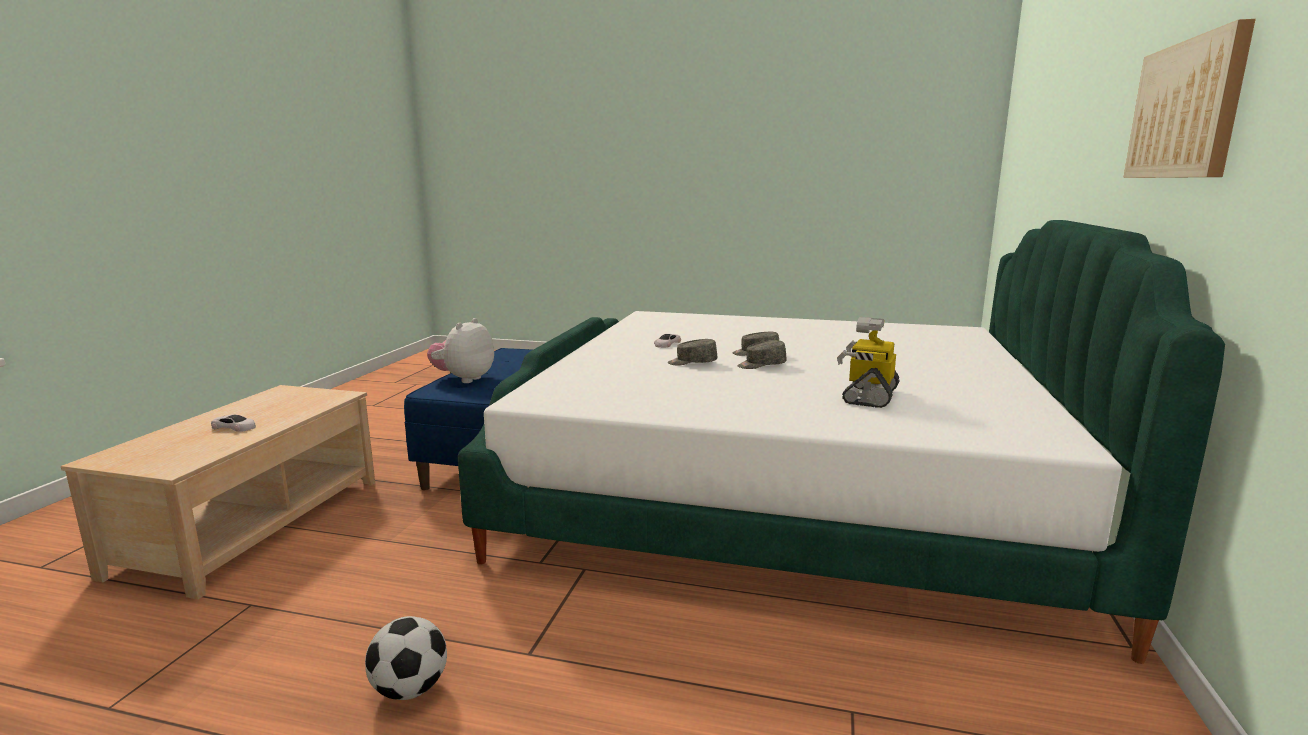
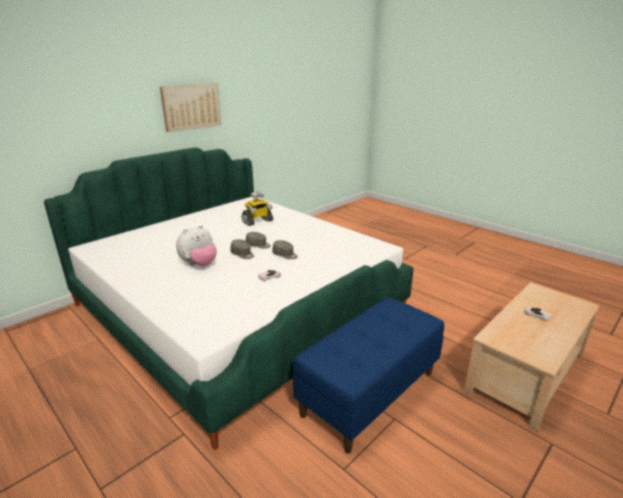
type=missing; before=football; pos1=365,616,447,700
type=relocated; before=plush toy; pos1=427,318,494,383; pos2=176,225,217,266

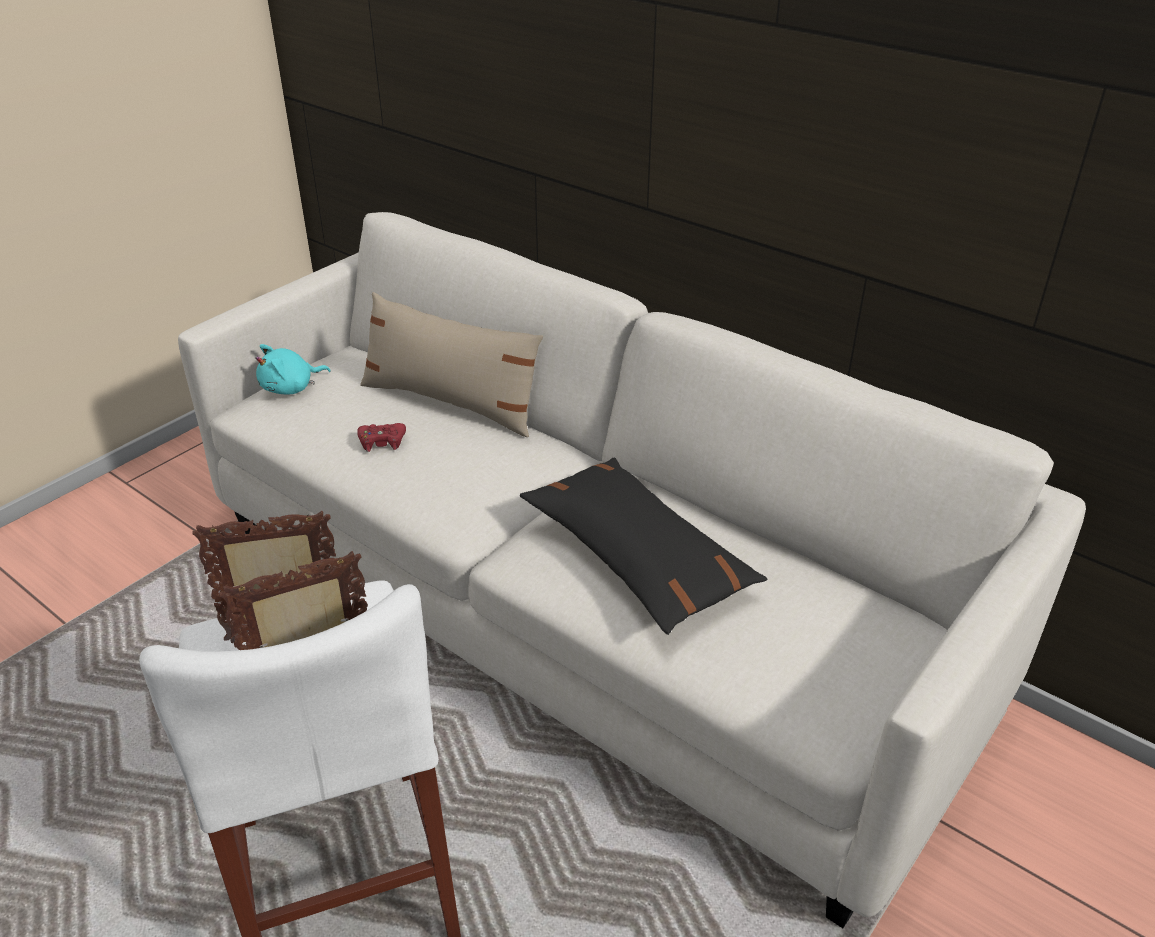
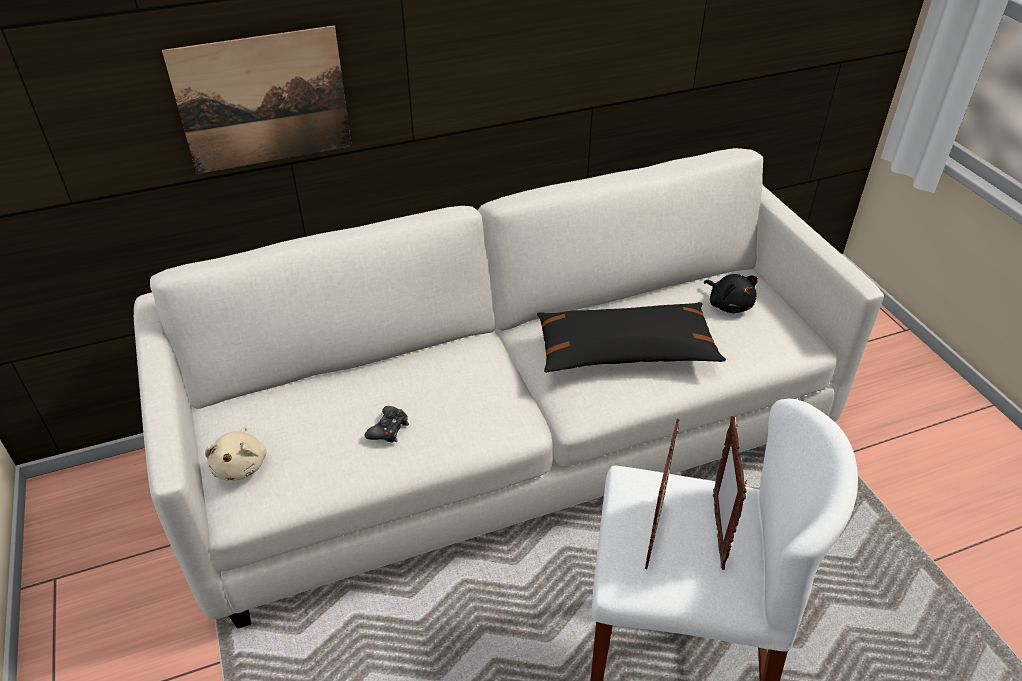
type=missing; before=pillow (beige); pos1=360,292,543,437
type=appeared; after=picture; pos2=162,25,352,174
type=appeared; after=plush toy (black); pos2=704,274,758,313
type=colour; before=plush toy (turquoise); after=plush toy (beige); pos1=255,344,331,394; pos2=205,427,267,481
type=colour; before=game controller (red); after=game controller (black); pos1=357,423,406,452; pos2=365,406,409,443

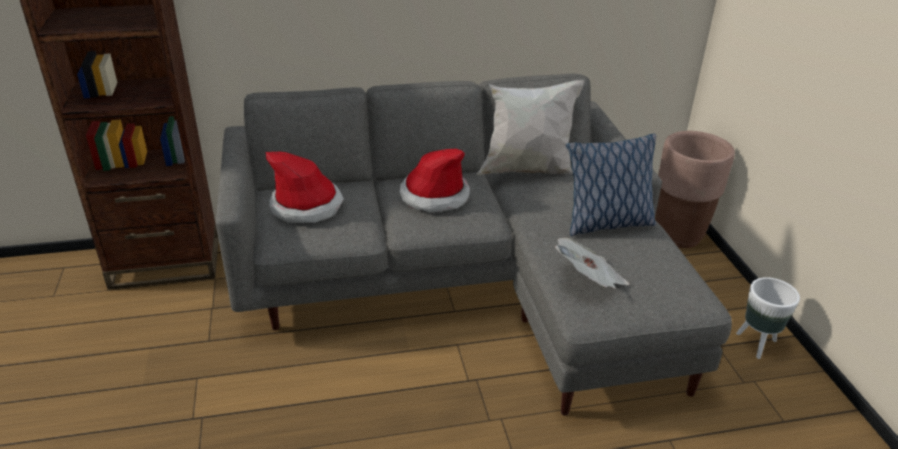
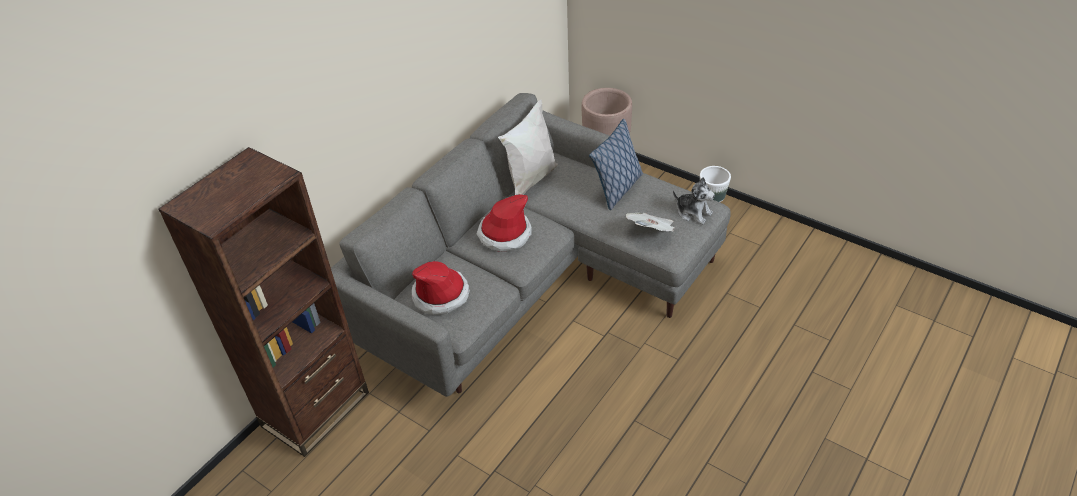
type=appeared; after=plush toy; pos2=673,177,715,224

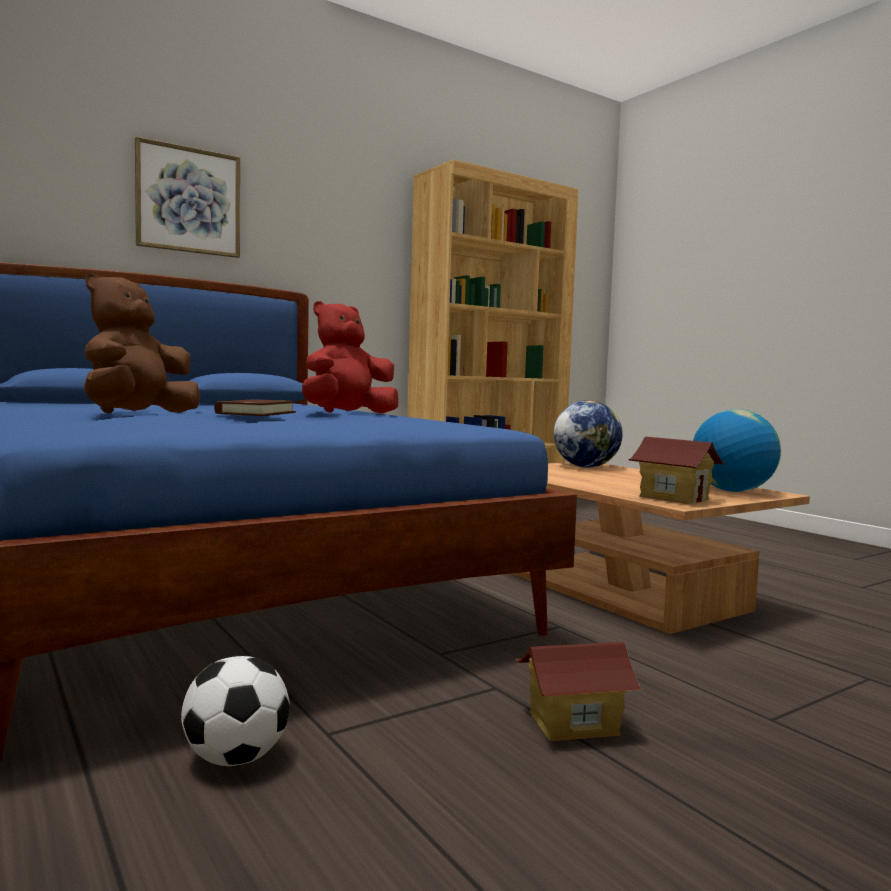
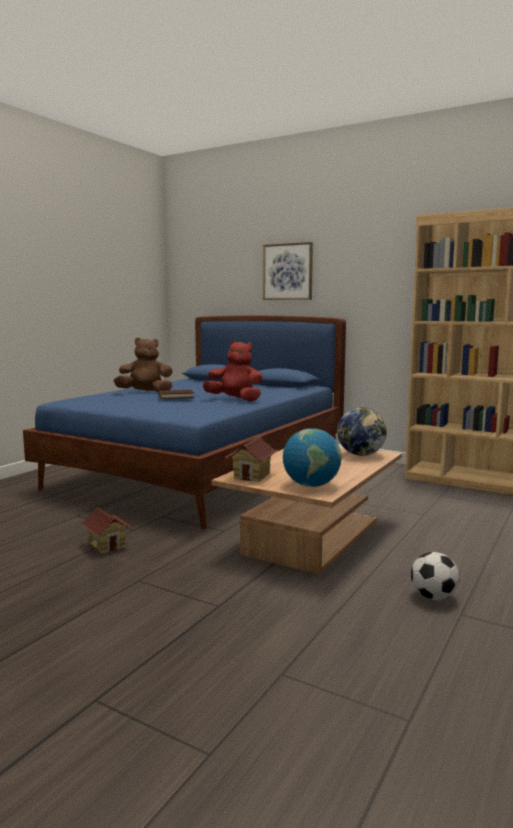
type=relocated; before=football; pos1=181,656,290,766; pos2=411,552,460,601

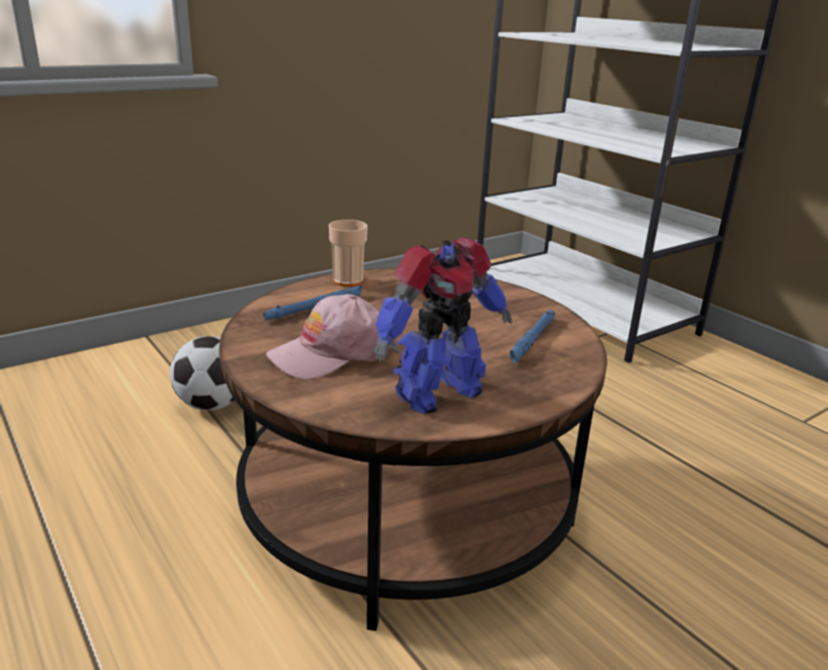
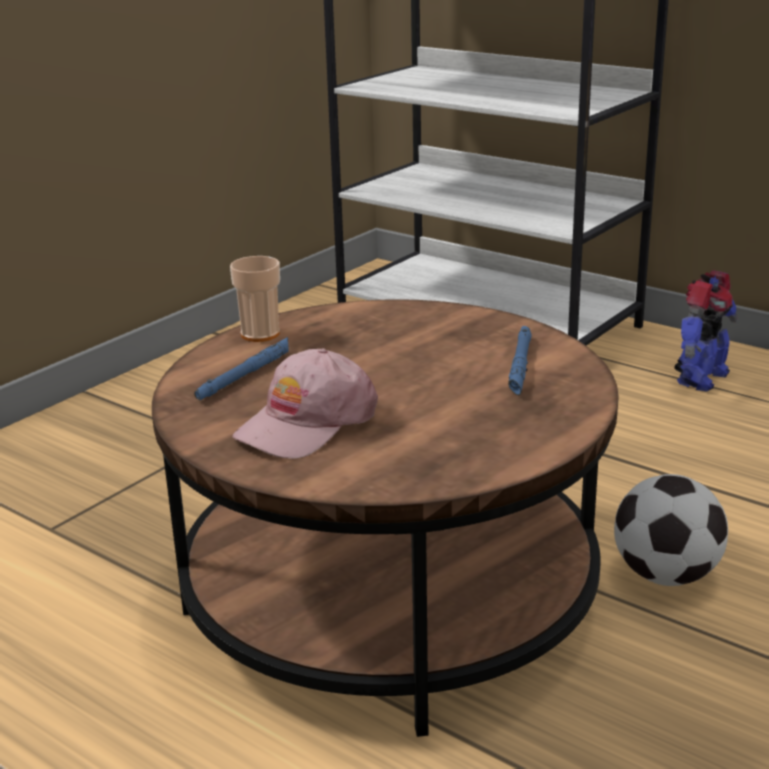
type=relocated; before=football; pos1=170,336,234,410; pos2=614,474,728,586
type=relocated; before=toy robot; pos1=374,238,512,414; pos2=675,271,738,391

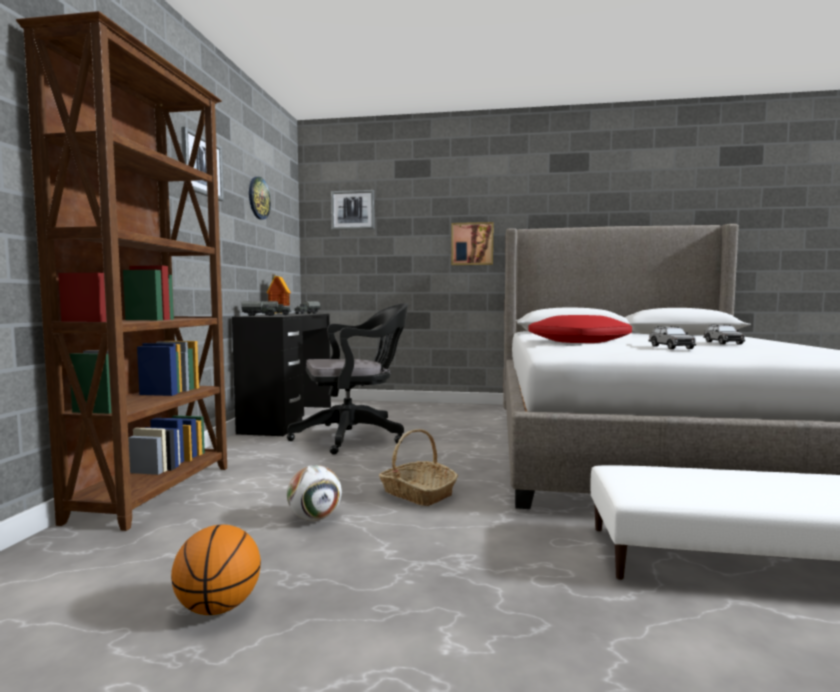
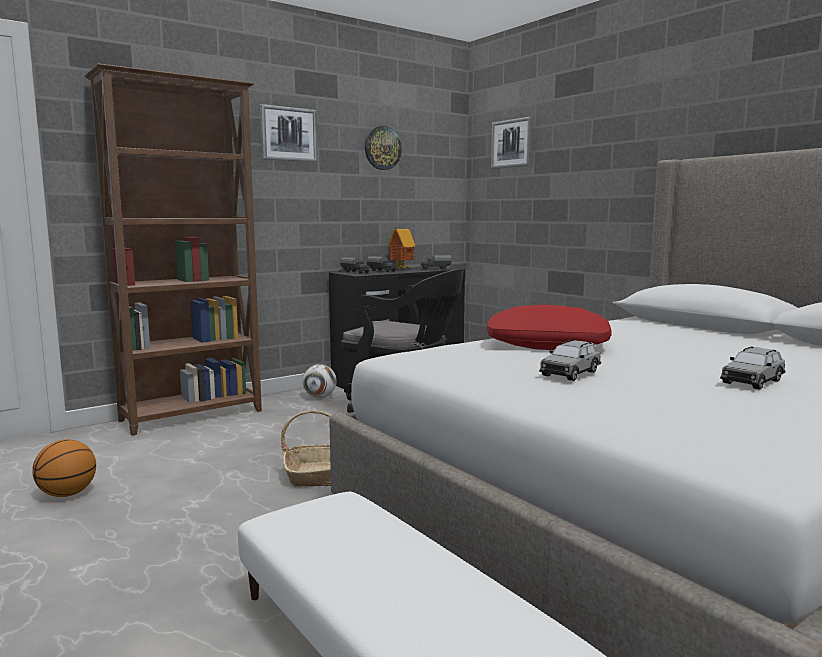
type=missing; before=picture; pos1=451,222,493,265
type=relocated; before=football; pos1=287,465,342,521; pos2=303,364,337,398

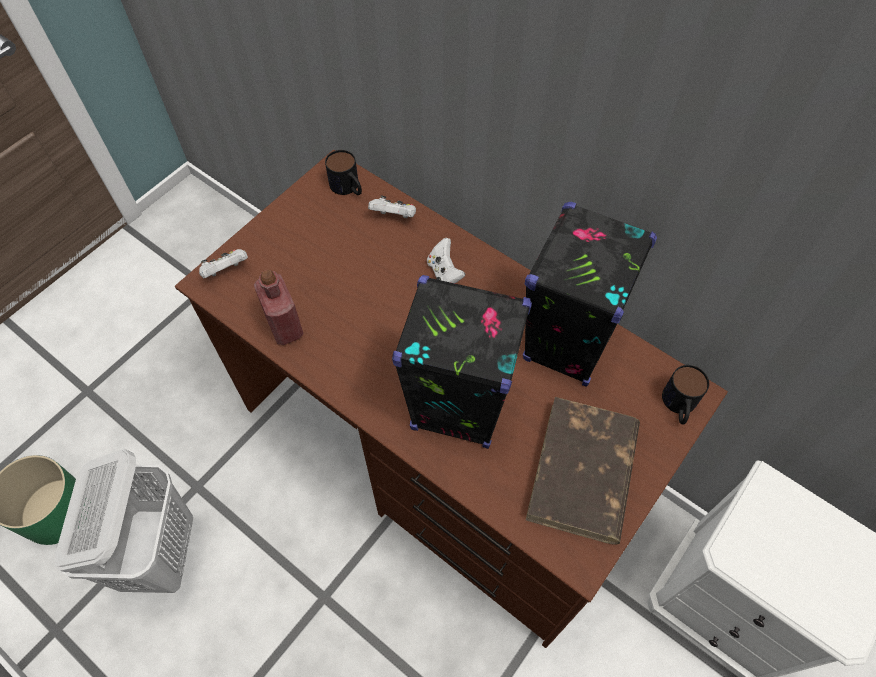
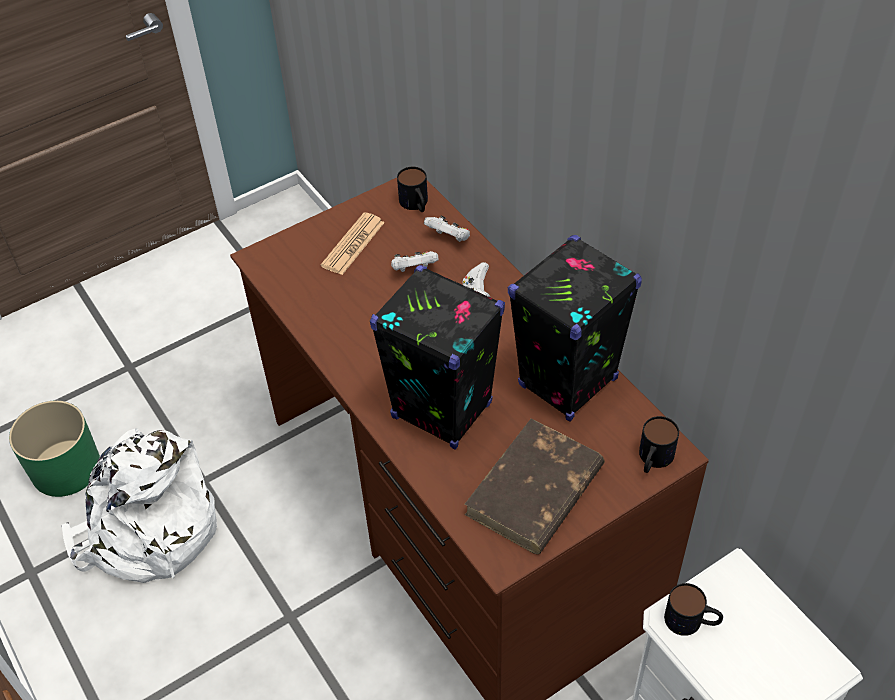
type=missing; before=bottle (red); pos1=254,269,304,345
type=appeared; after=newspaper; pos2=321,212,385,275
type=appeared; after=mug; pos2=664,583,723,636
type=relocated; before=game controller (white); pos1=199,249,248,278; pos2=391,251,438,272
type=exchanged; before=laundry basket (white); after=backpack (white); pos1=55,449,193,593; pos2=61,428,217,583

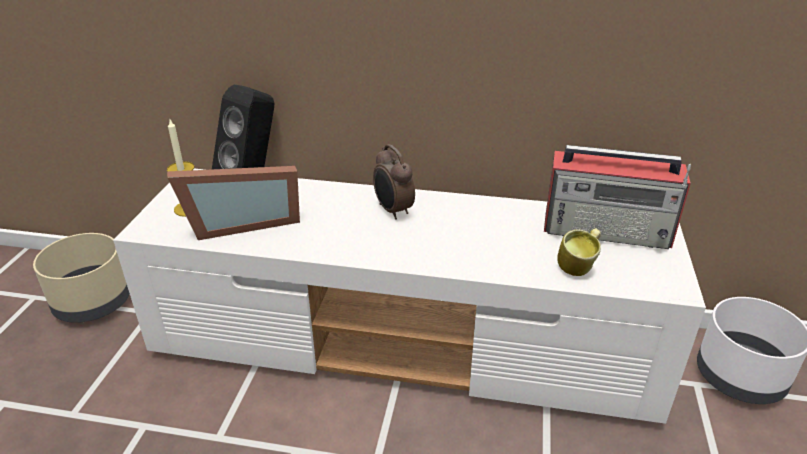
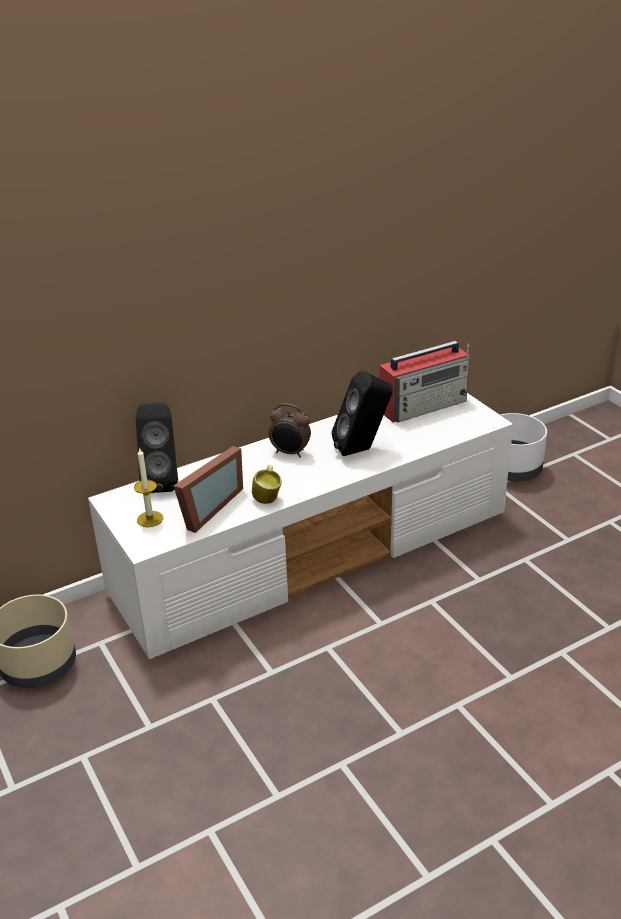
type=appeared; after=speaker (black); pos2=332,371,393,456
type=relocated; before=mug; pos1=557,228,601,276; pos2=252,465,282,504

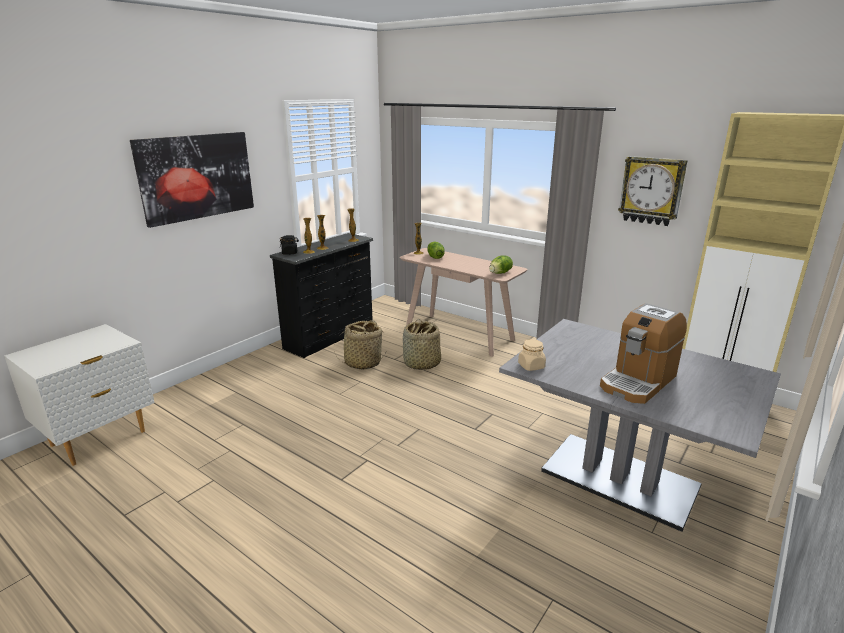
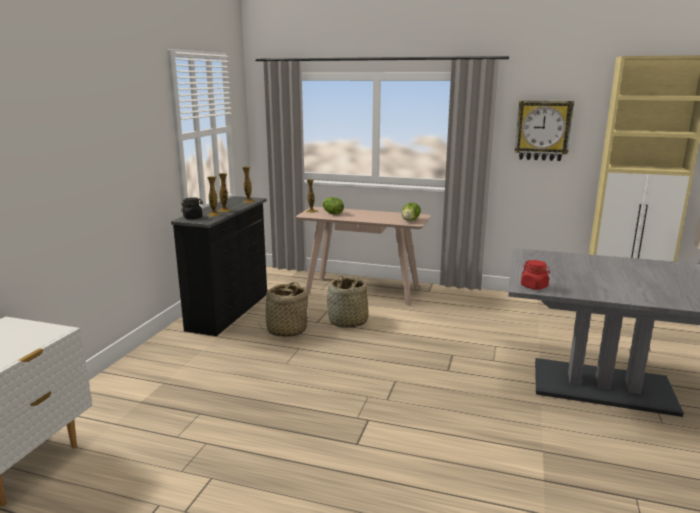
type=missing; before=picture; pos1=130,132,254,228
type=missing; before=coffee machine; pos1=600,303,687,404
type=colour; before=jar (beige); after=jar (red); pos1=518,339,546,371; pos2=521,260,550,290

